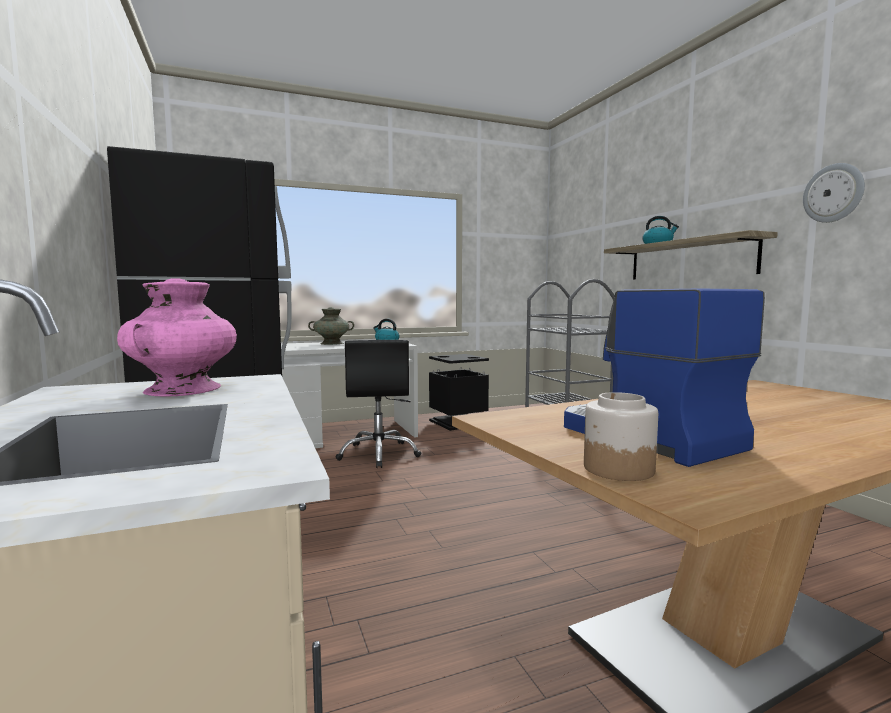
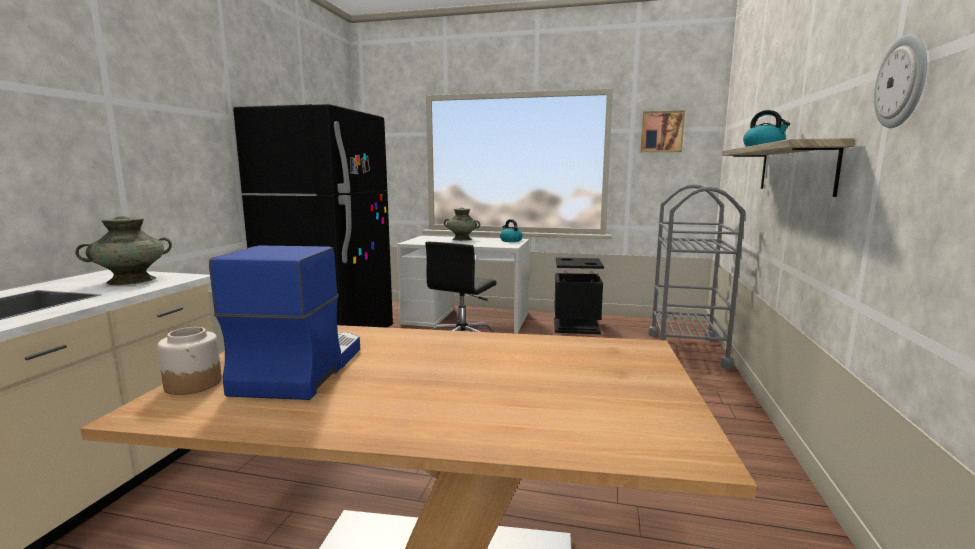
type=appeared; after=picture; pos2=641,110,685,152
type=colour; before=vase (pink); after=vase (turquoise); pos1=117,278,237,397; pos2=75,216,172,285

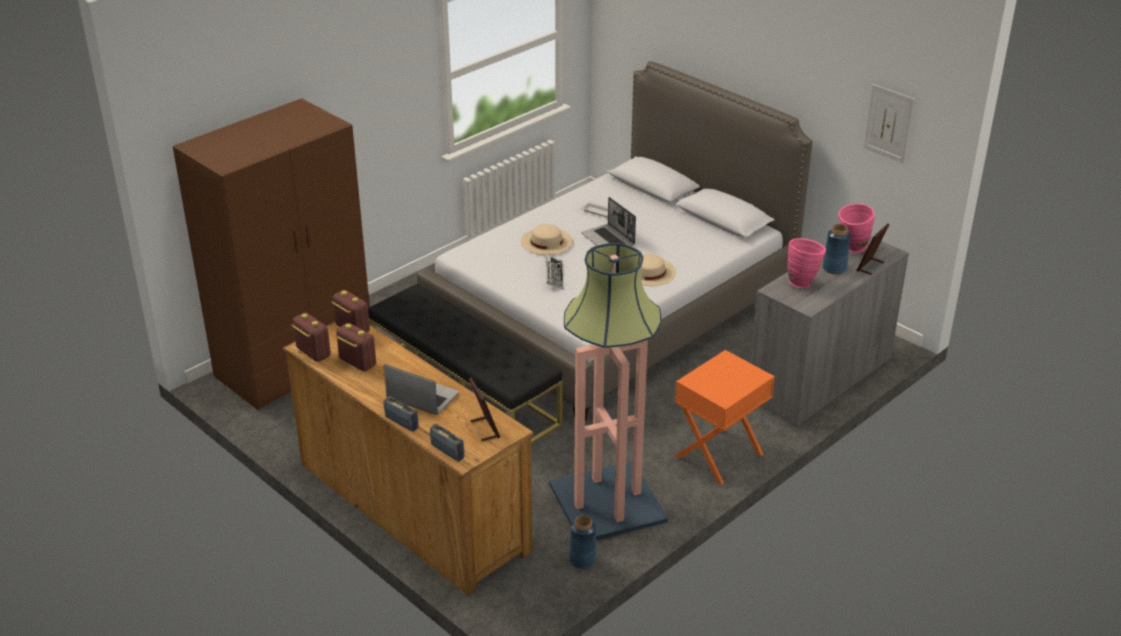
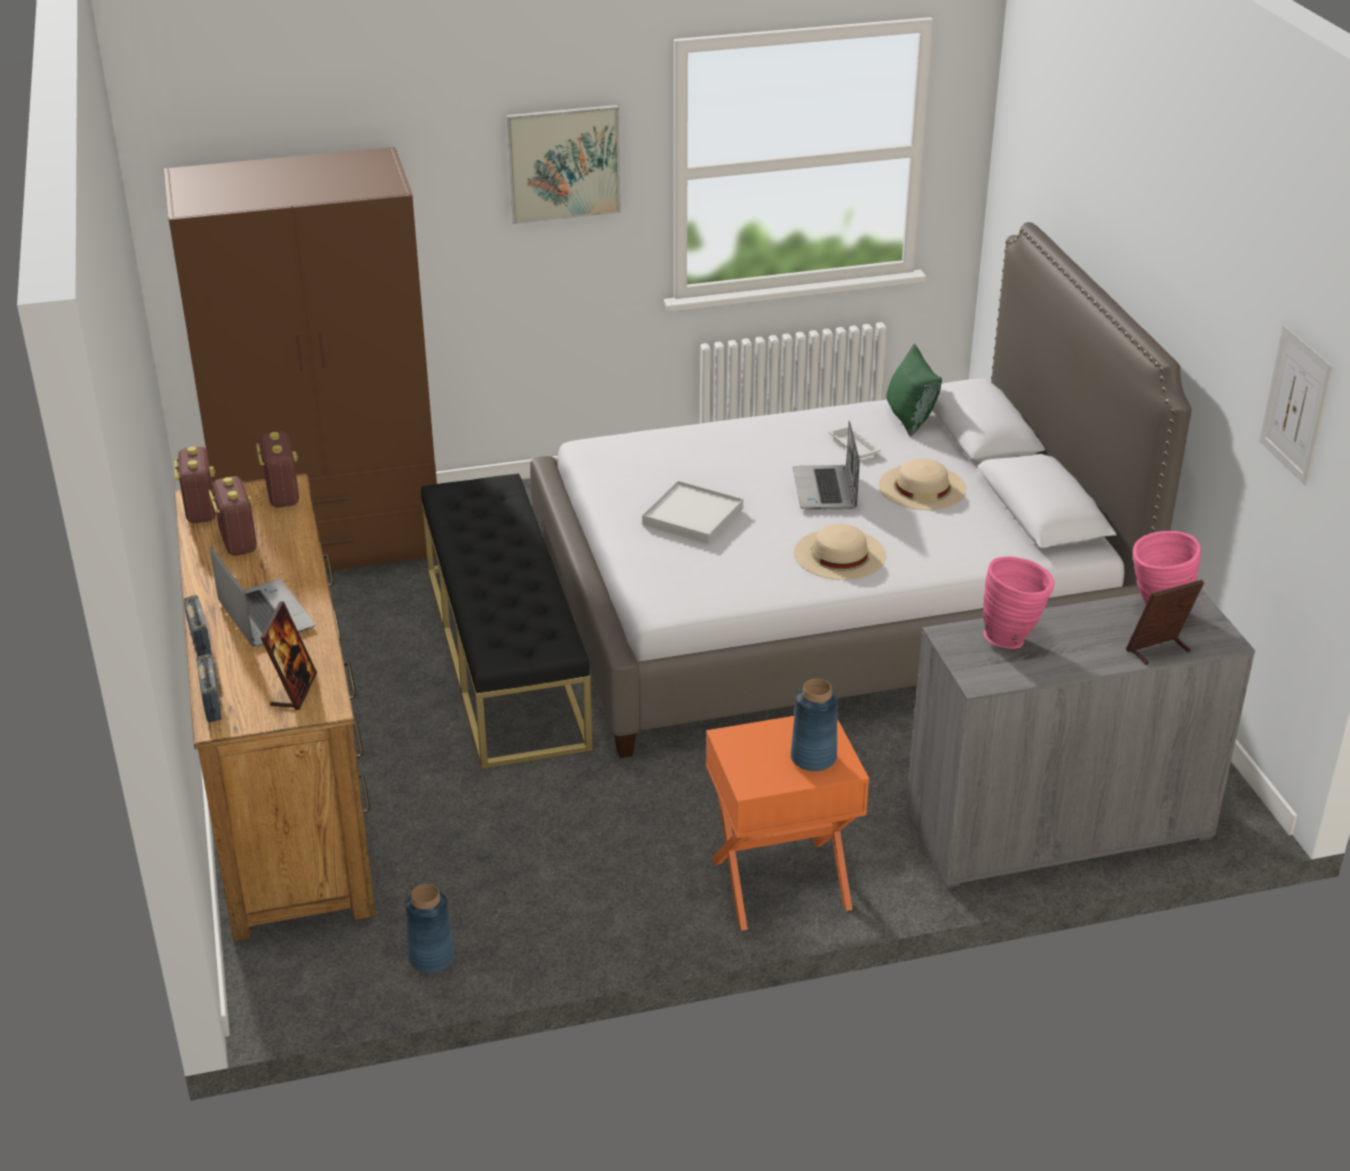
type=missing; before=floor lamp; pos1=549,243,668,540
type=appeared; after=picture; pos2=506,105,621,224
type=appeared; after=pillow (green); pos2=886,343,942,437
type=relocated; before=hat (beige); pos1=521,224,573,255; pos2=879,459,967,510
type=relocated; before=vase (blue); pos1=822,224,850,274; pos2=791,679,838,771
type=exchanged; before=keyboard; after=tray (white); pos1=545,256,564,289; pos2=642,481,743,544

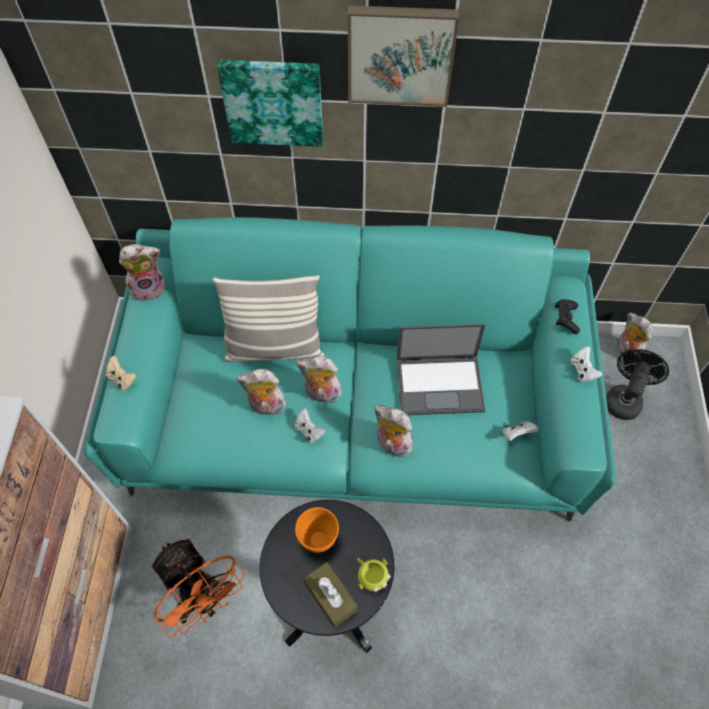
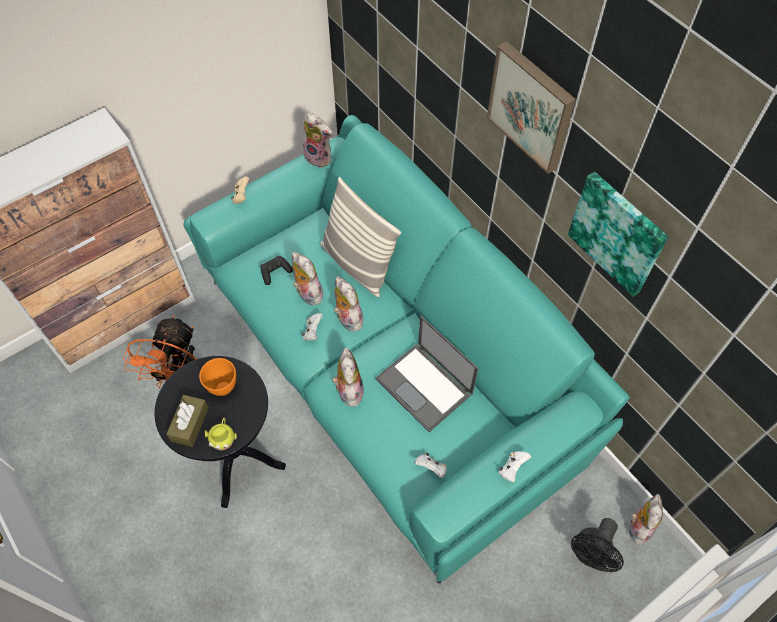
type=relocated; before=picture; pos1=217,60,323,147; pos2=568,171,668,297
type=relocated; before=game controller (black); pos1=555,299,580,334; pos2=260,256,293,285
type=spun; before=fan (black); pos1=606,349,669,420; pos2=571,518,624,572; turn=135

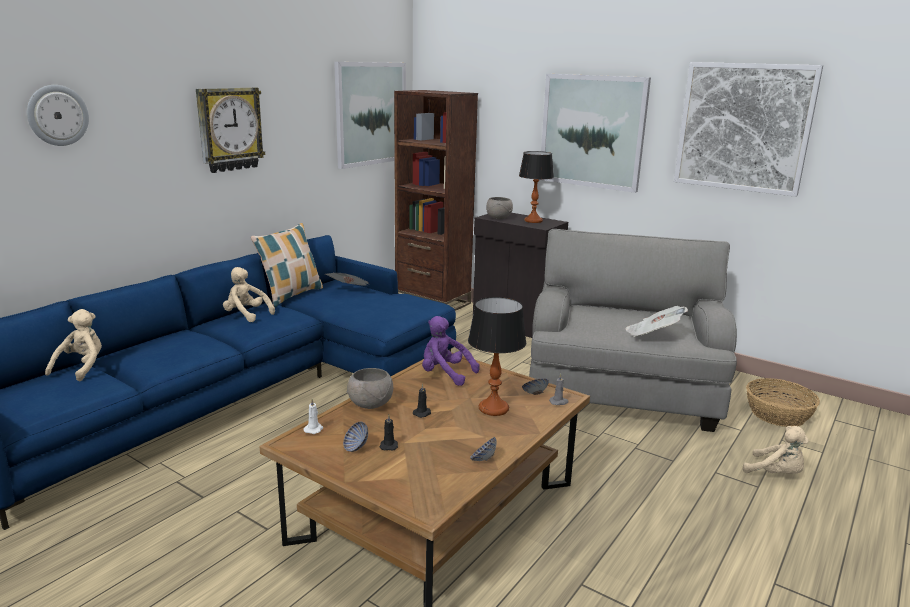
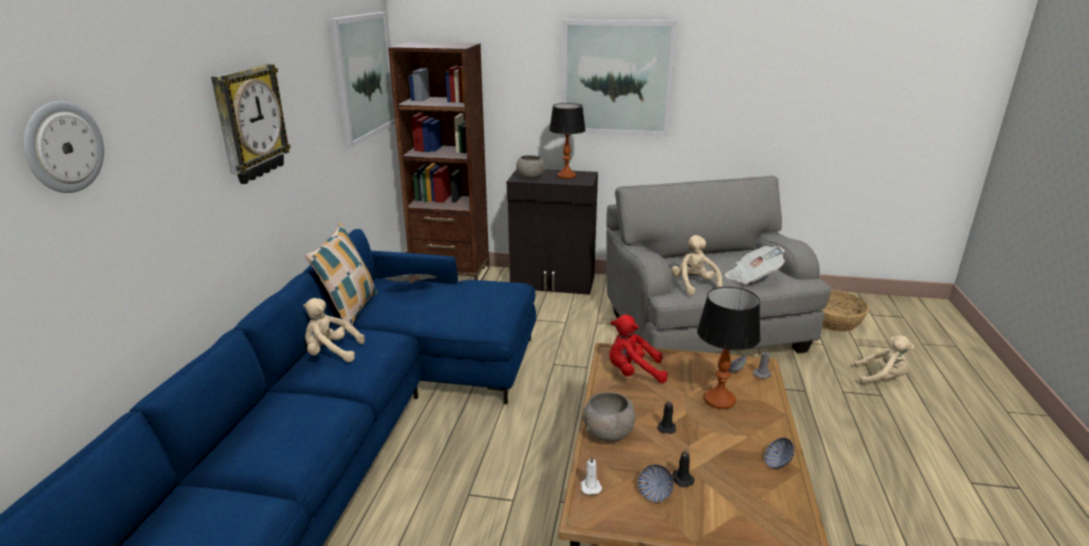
type=missing; before=picture; pos1=674,62,823,197
type=relocated; before=plush toy (beige); pos1=45,309,102,381; pos2=671,235,722,296
type=colour; before=plush toy (purple); after=plush toy (red); pos1=422,316,479,386; pos2=609,314,668,383

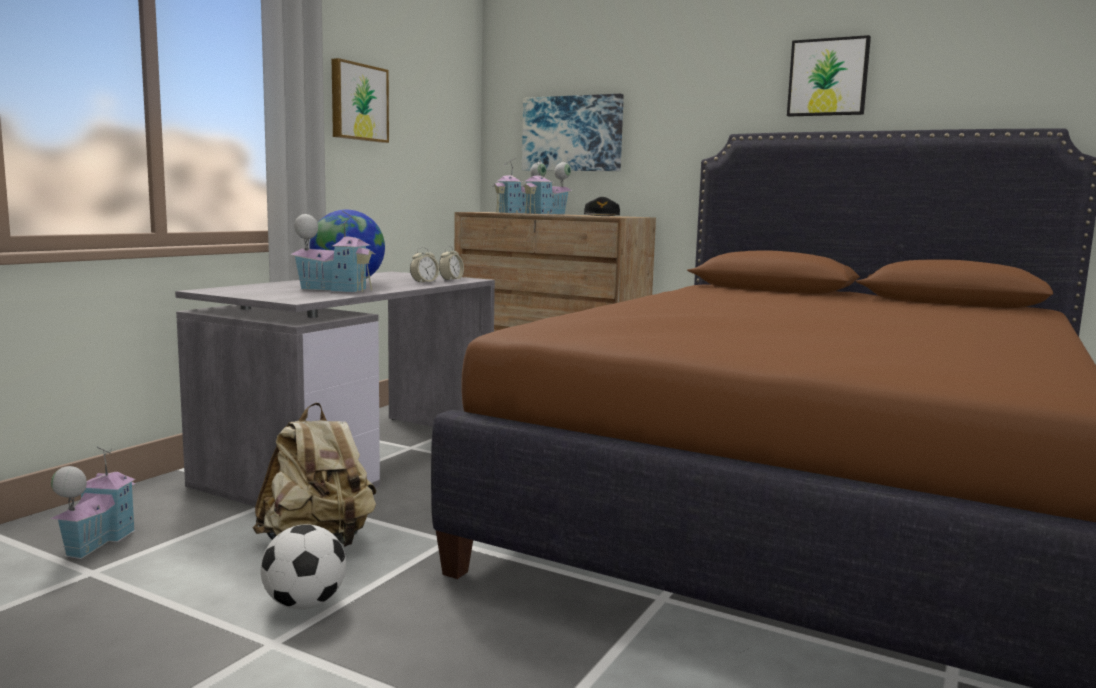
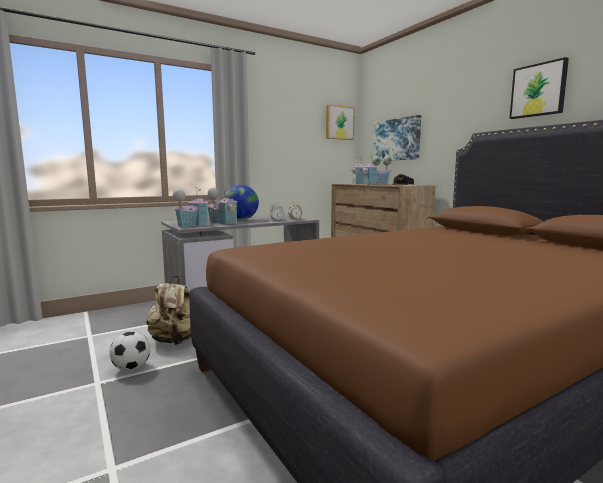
type=relocated; before=toy house; pos1=50,447,136,559; pos2=173,186,210,227
type=relocated; before=picture; pos1=332,58,389,143; pos2=326,105,355,140

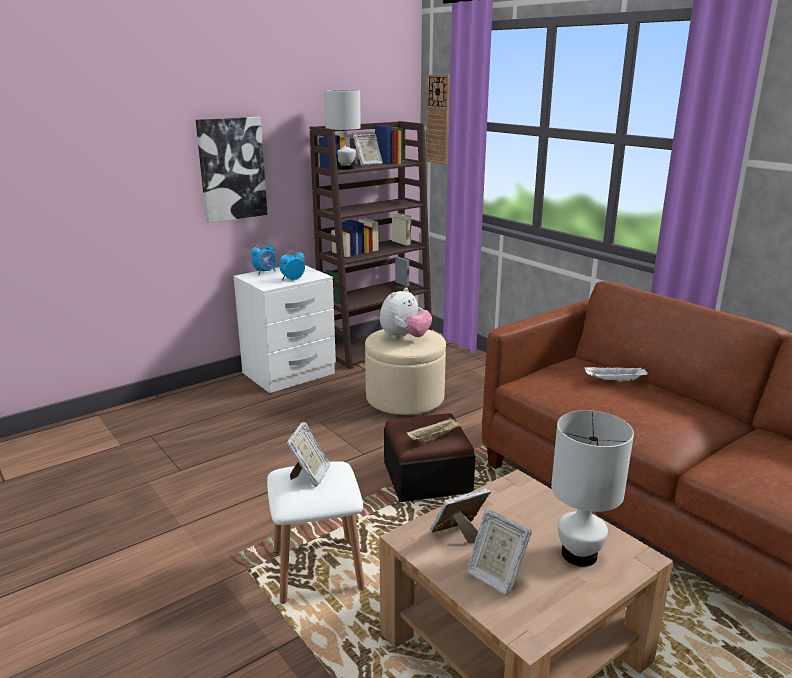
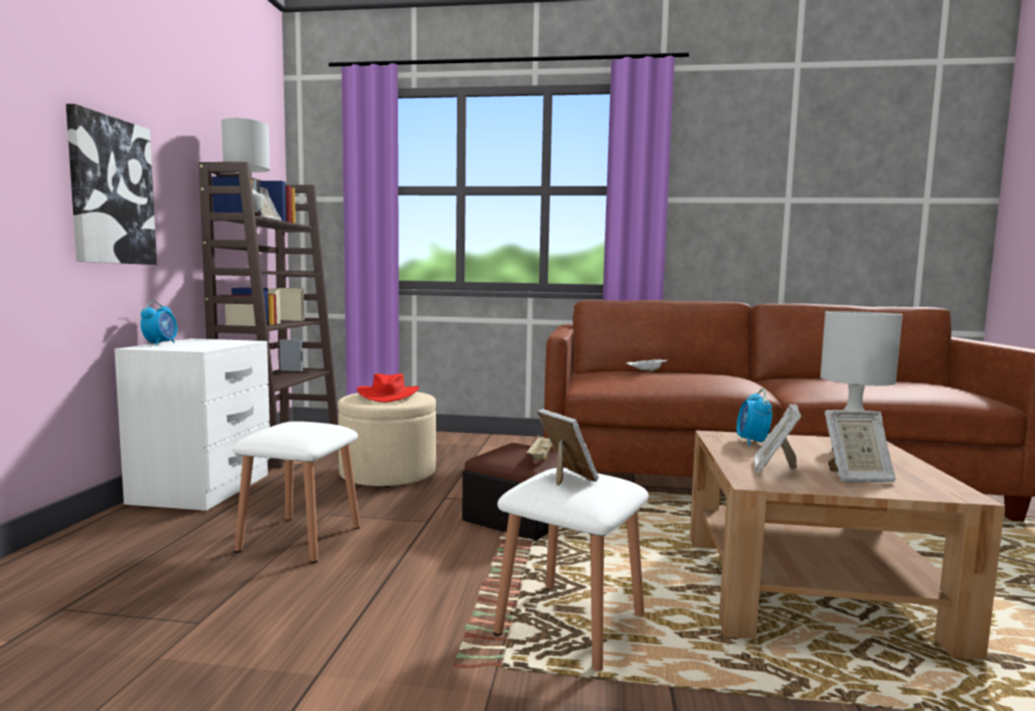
type=missing; before=wall clock; pos1=426,75,450,165
type=appeared; after=stool (white); pos2=232,421,360,563
type=relocated; before=alarm clock; pos1=280,250,305,280; pos2=737,389,772,446
type=exchanged; before=plush toy; after=hat (red); pos1=380,288,432,339; pos2=357,374,419,402

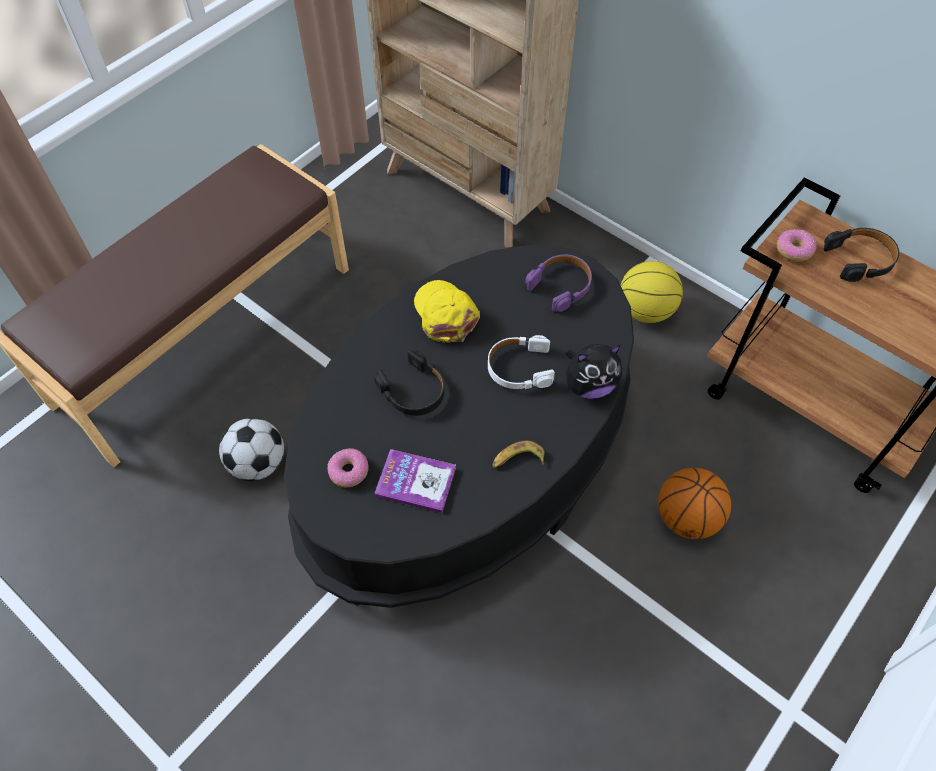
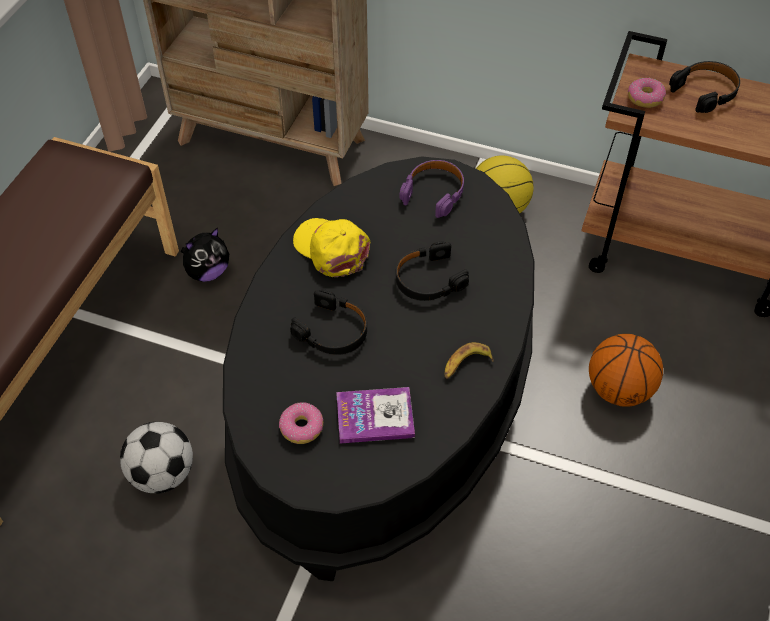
type=relocated; before=plush toy; pos1=566,344,622,399; pos2=181,227,229,282
type=colour; before=headphones (white); after=headphones (black); pos1=488,335,555,389; pos2=396,241,469,301

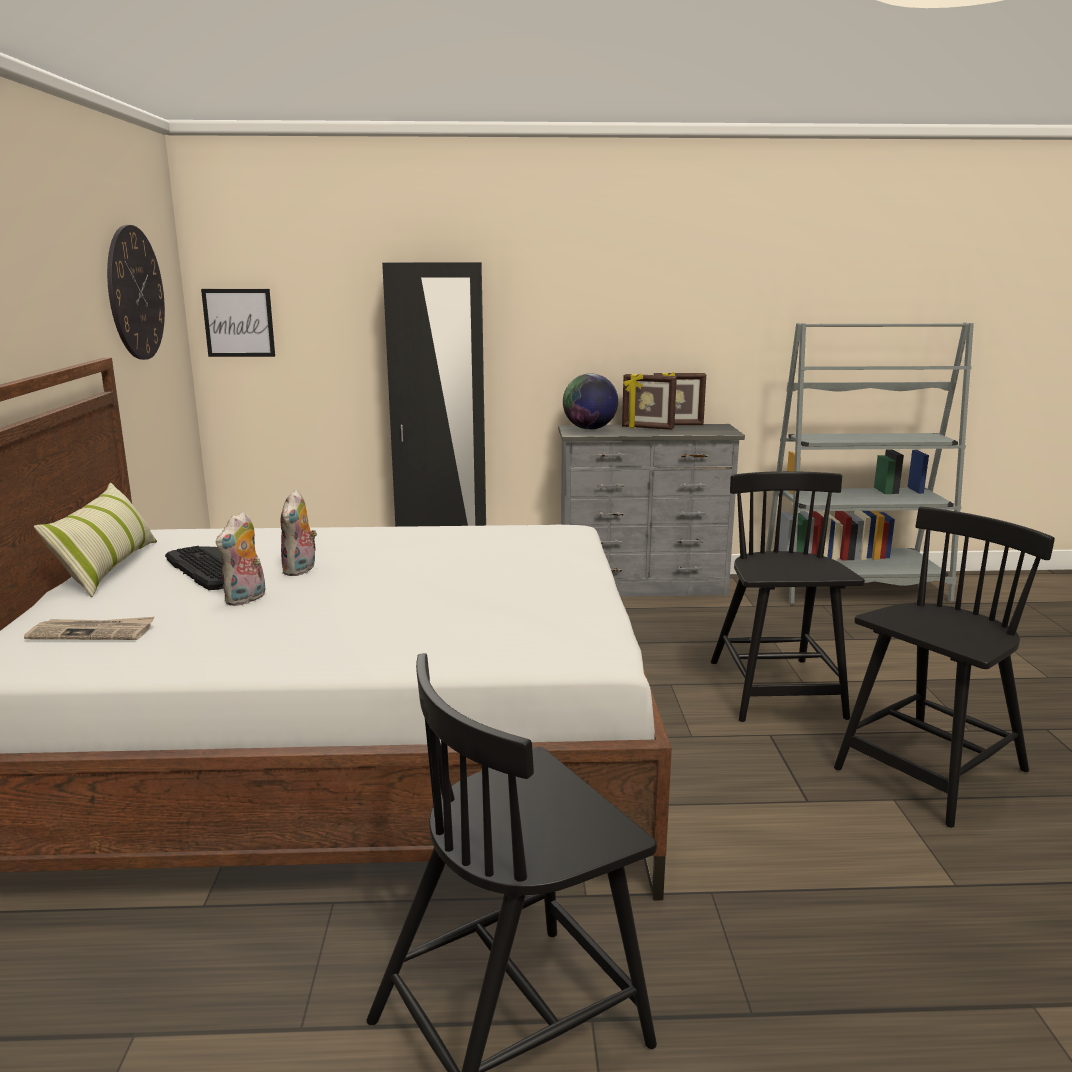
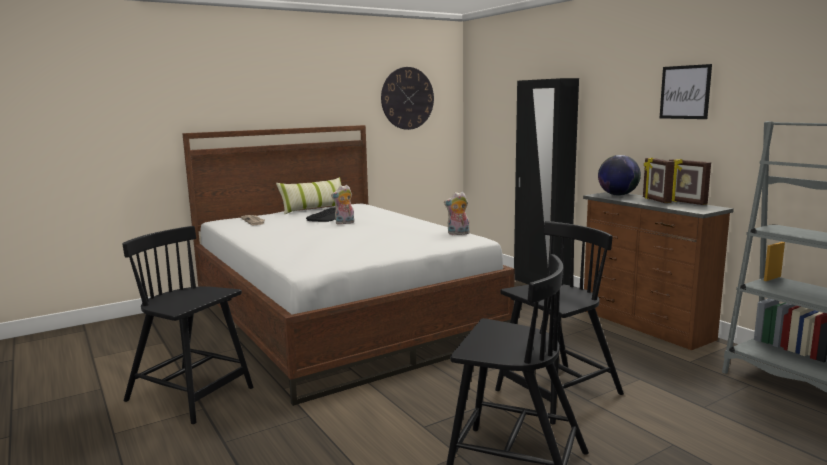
type=relocated; before=picture; pos1=201,289,275,357; pos2=660,64,712,119
type=relocated; before=plush toy; pos1=216,512,266,606; pos2=444,192,469,235
type=colour; before=dresser (grey); after=dresser (brown); pos1=558,424,745,597; pos2=583,192,734,350

